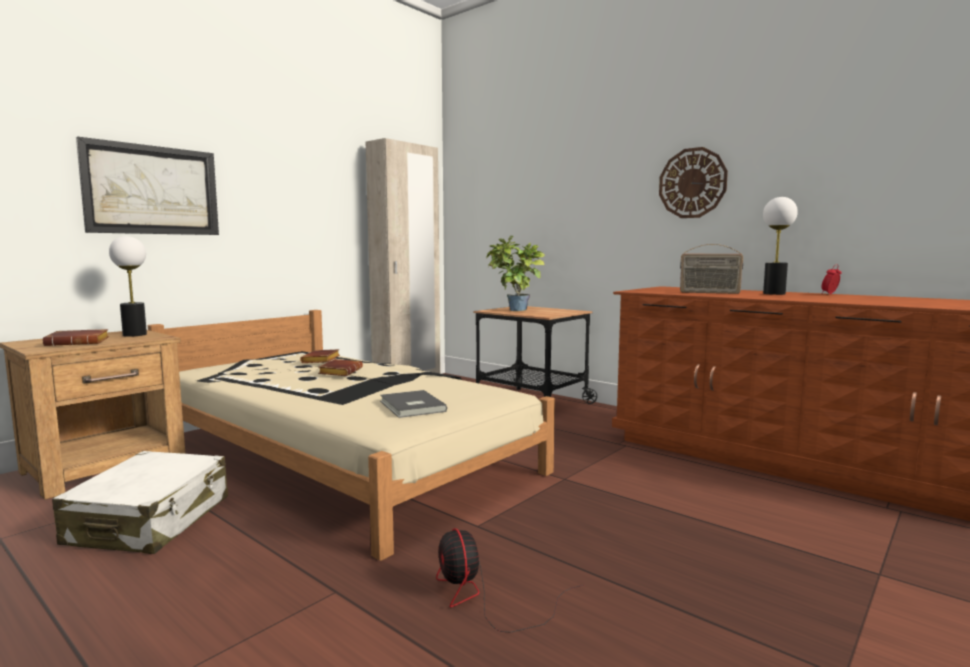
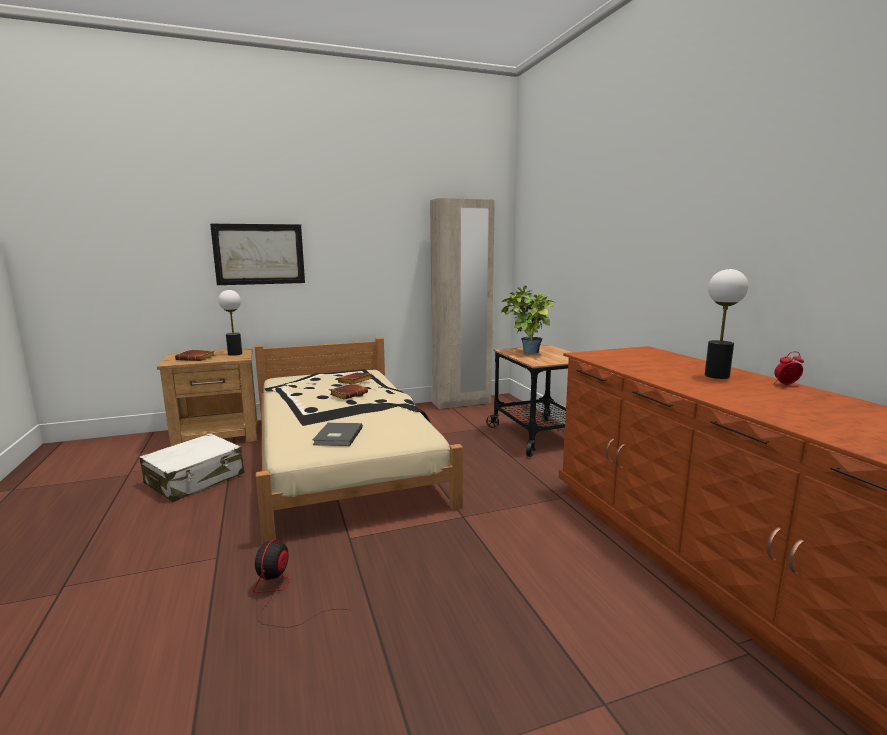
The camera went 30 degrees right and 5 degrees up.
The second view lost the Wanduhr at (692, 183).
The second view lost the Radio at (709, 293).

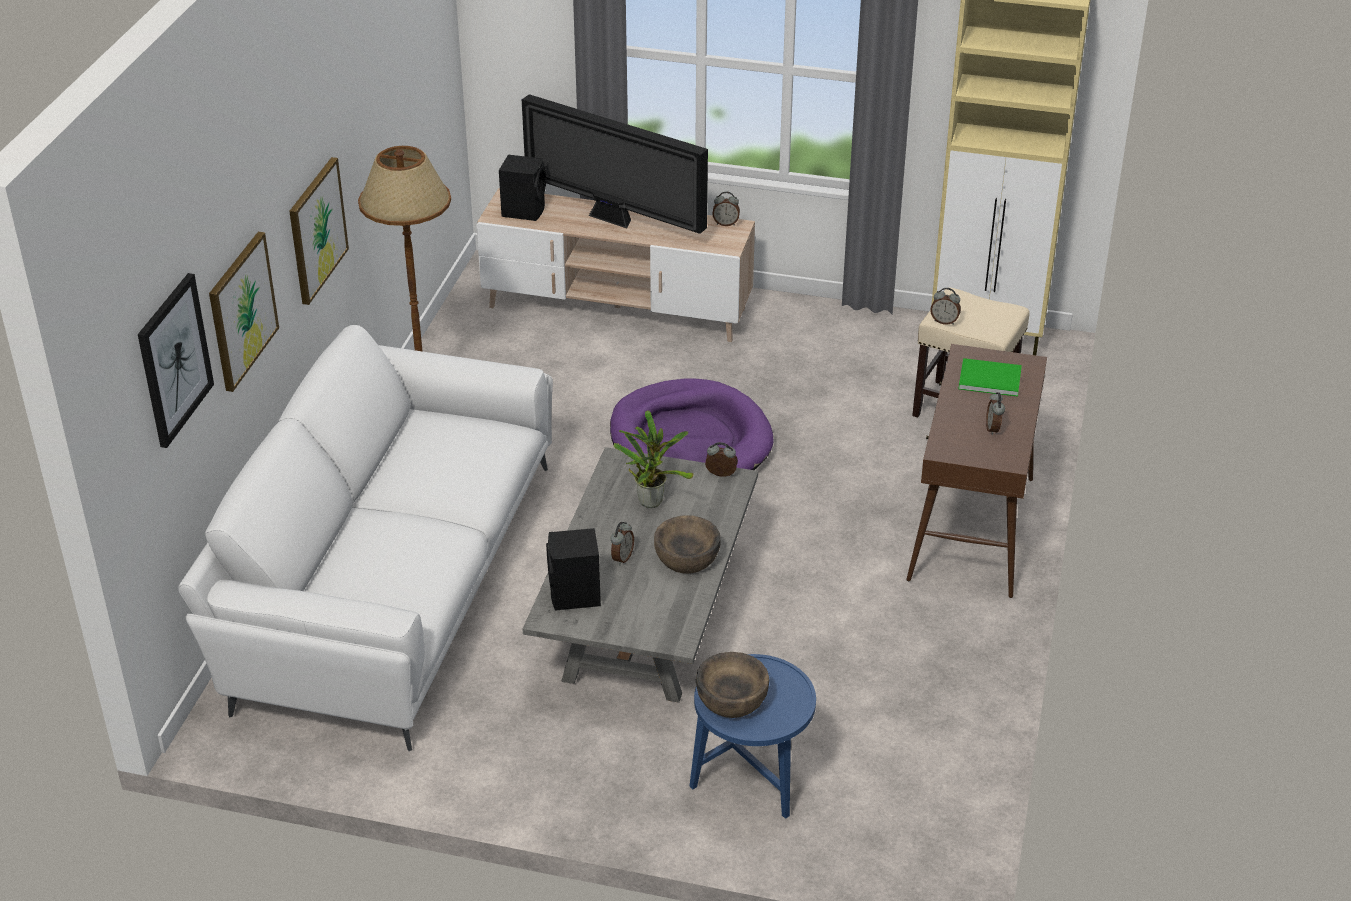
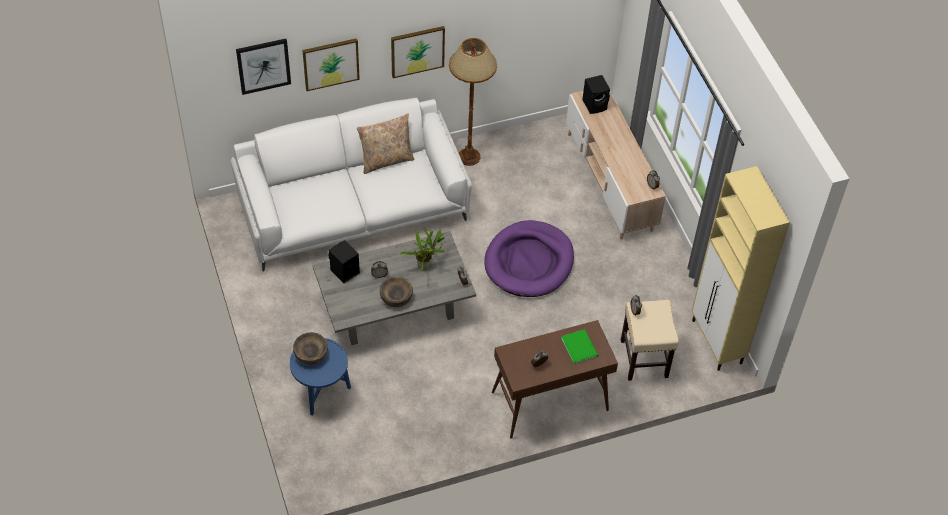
The camera went 55 degrees right and 15 degrees up.
The second view lost the Fernseher at (614, 220).
The second view gained the Kissen [beige] at (386, 160).

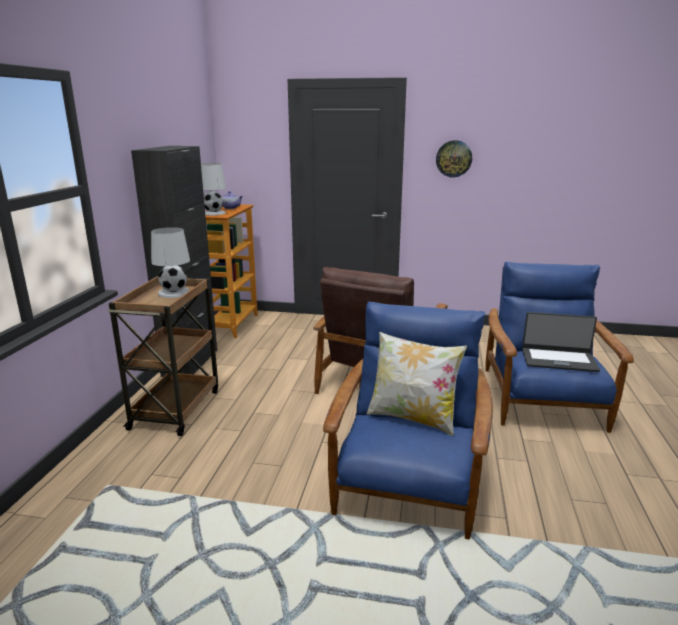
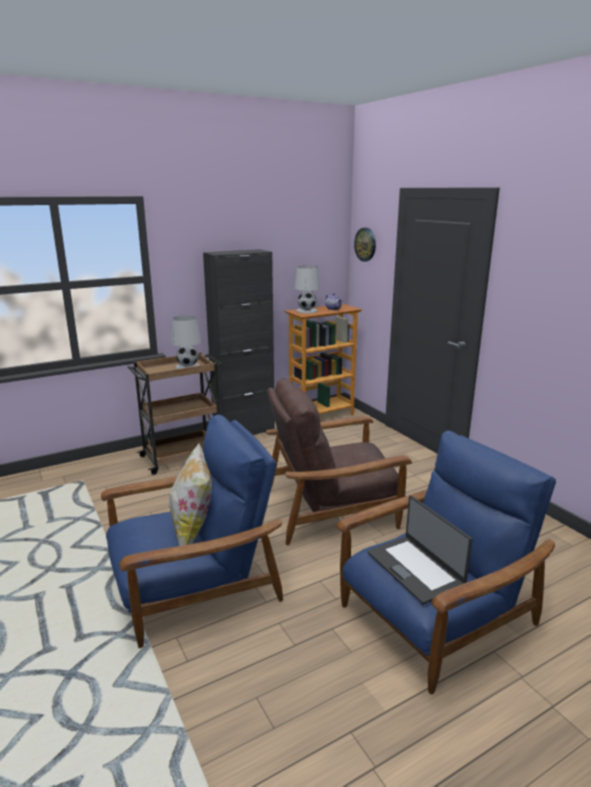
The camera went 50 degrees right and 0 degrees up.
The Wanduhr ended up elsewhere, having gone from (453, 158) to (365, 244).

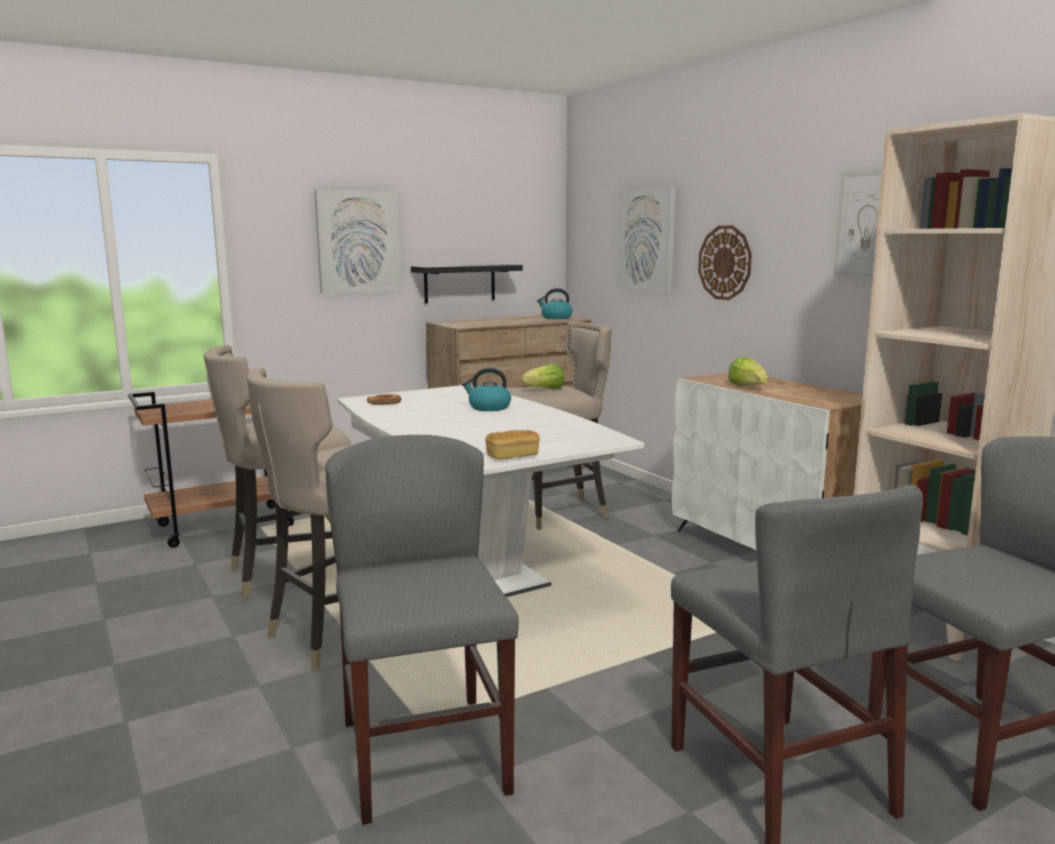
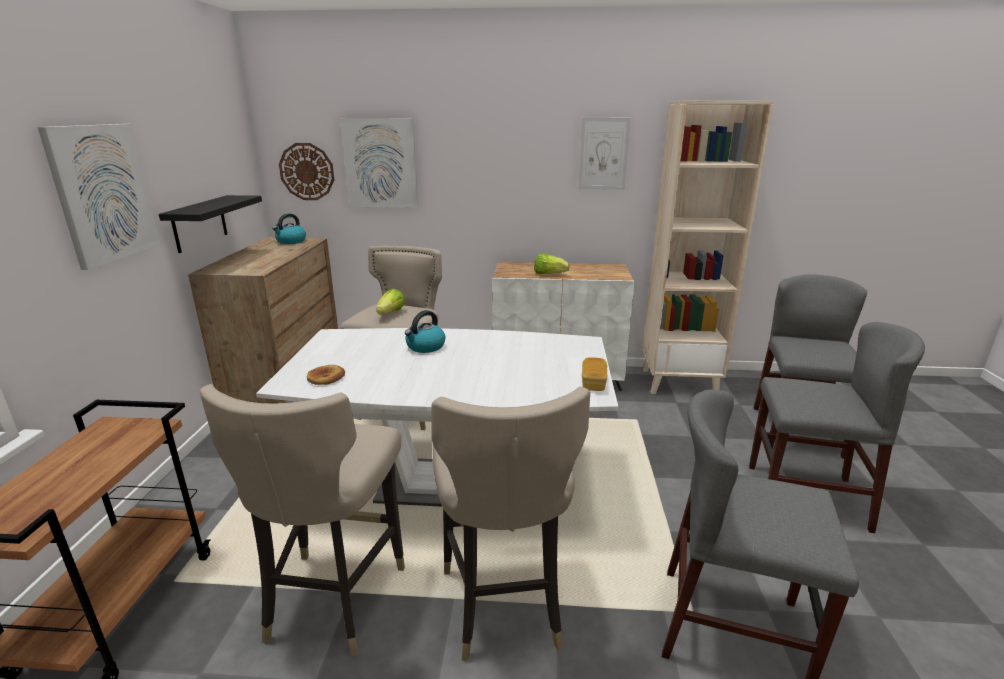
The camera went 55 degrees left and 10 degrees up.
The Wanduhr ended up elsewhere, having gone from (725, 262) to (307, 171).

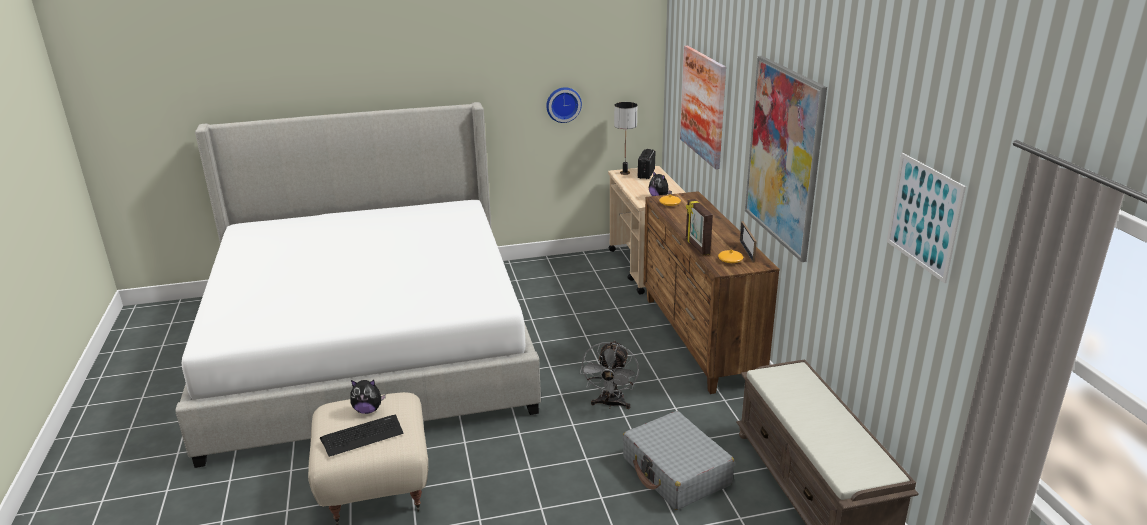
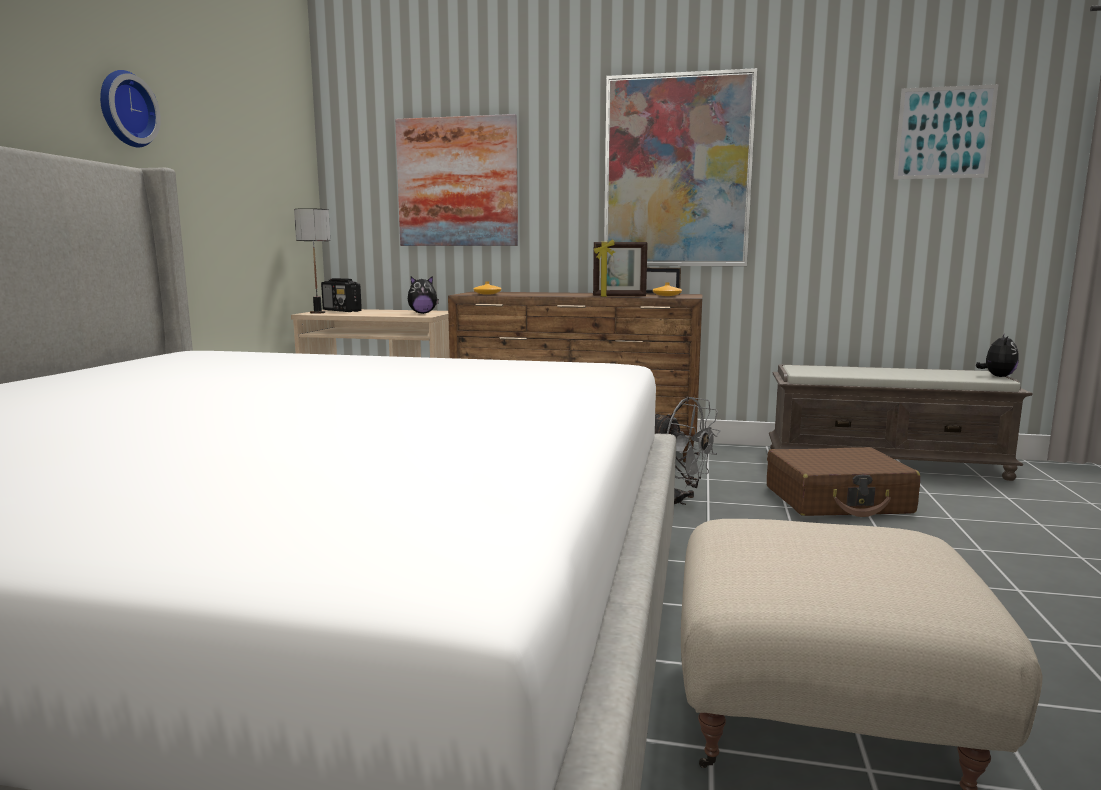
The camera went 65 degrees left and 15 degrees down.
The second view lost the Tastatur at (362, 436).
The Plüschtier ended up elsewhere, having gone from (368, 410) to (997, 376).
The Wanduhr ended up elsewhere, having gone from (563, 104) to (124, 109).
What was the Koffer [grau] at (676, 472) turned into the Koffer [braun] at (838, 500).

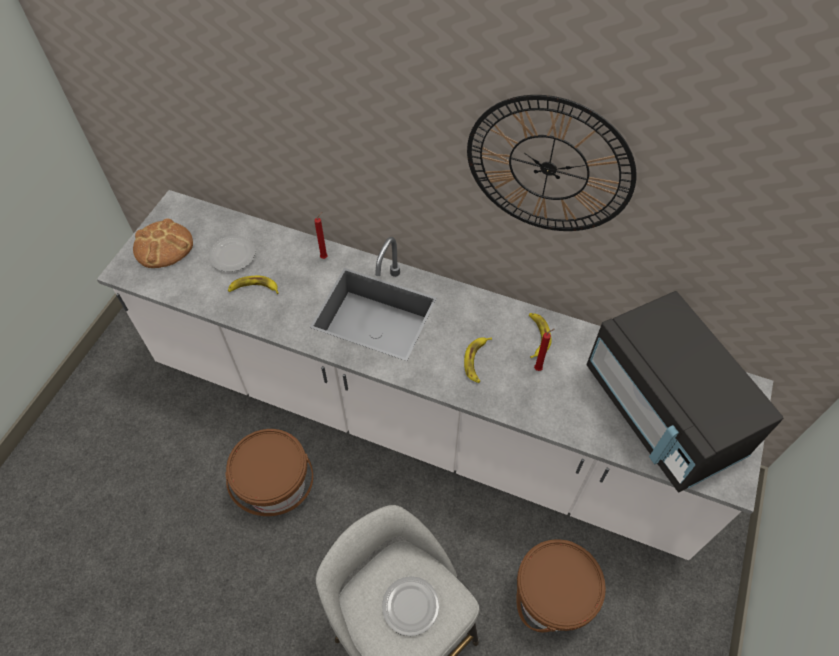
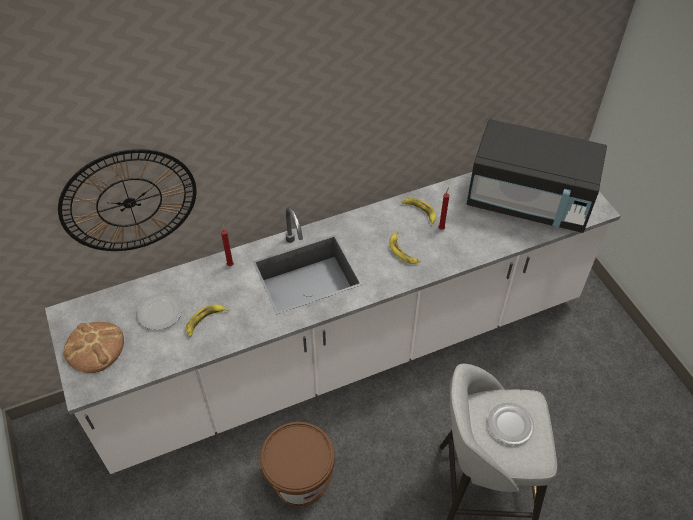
The camera went 45 degrees left and 5 degrees down.
The second view lost the Eimer [braun] at (551, 598).
The Wanduhr ended up elsewhere, having gone from (548, 168) to (129, 202).

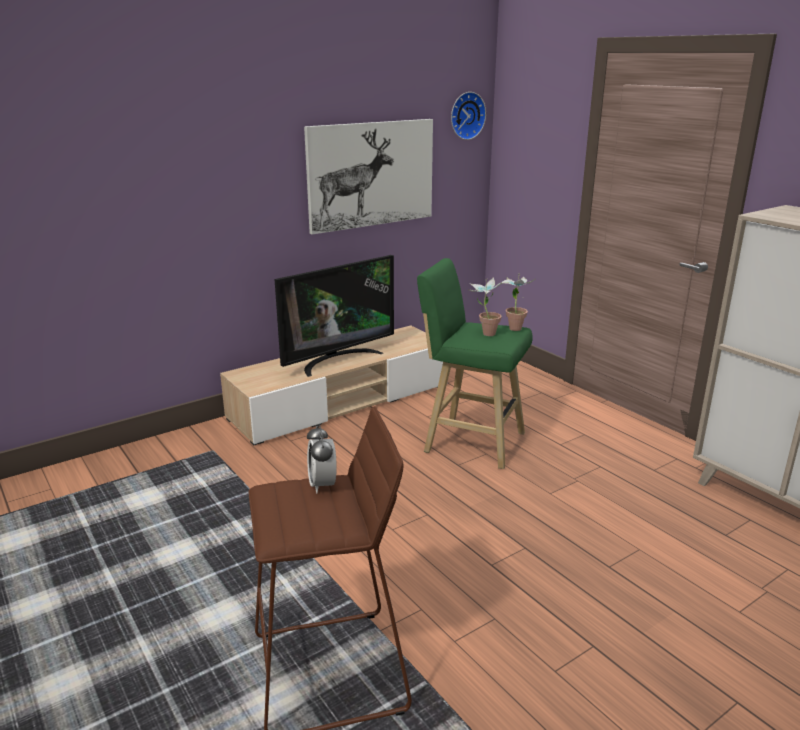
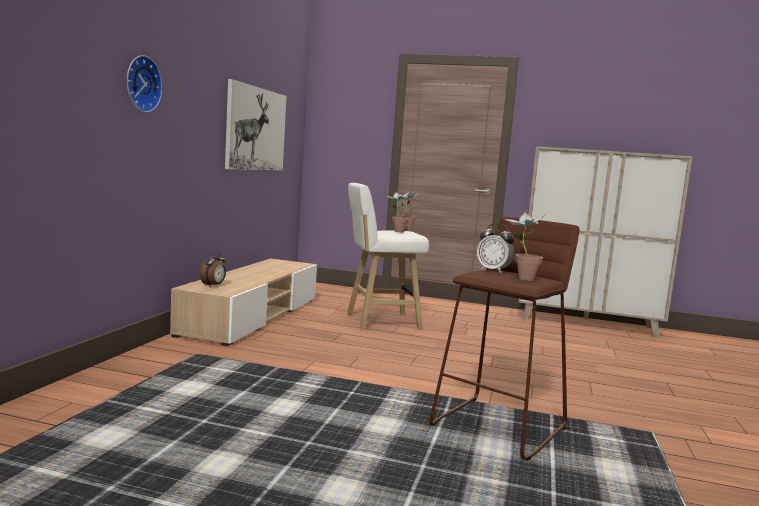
The camera went 40 degrees left and 15 degrees down.
The second view lost the Fernseher at (337, 359).
The second view gained the Wecker at (213, 285).
The second view gained the Topfpflanze at (520, 279).
The Wanduhr ended up elsewhere, having gone from (466, 115) to (141, 84).
What was the Hocker [grün] at (470, 441) turned into the Hocker [weiß] at (379, 321).

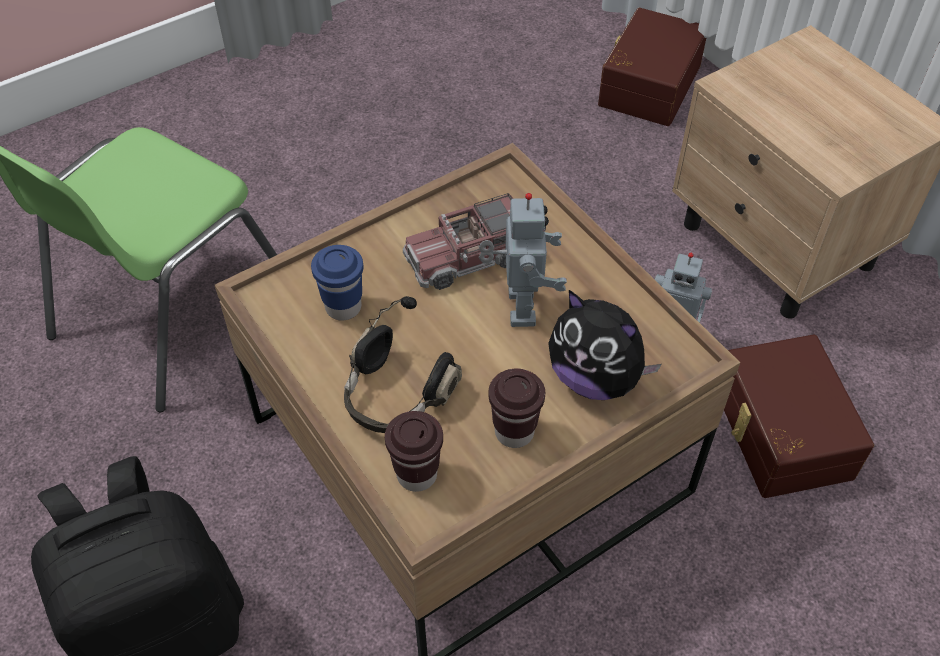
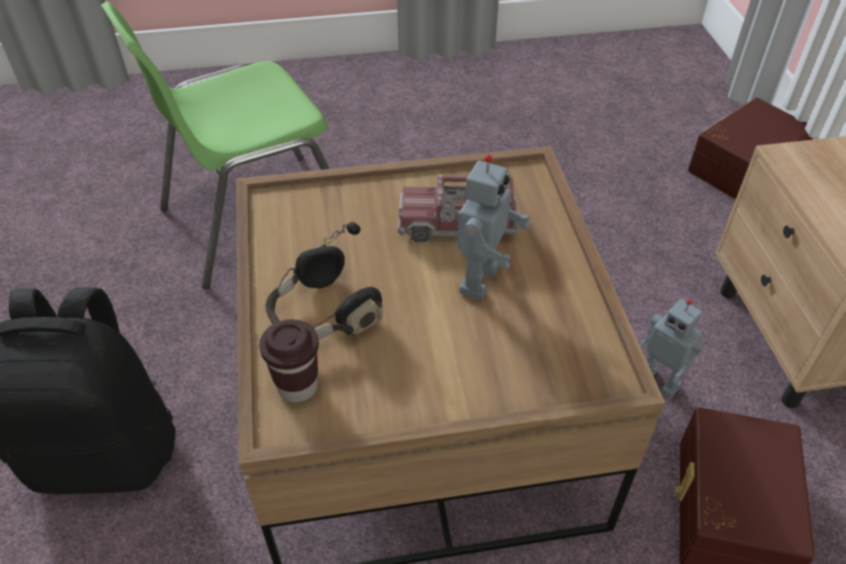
The camera went 25 degrees right and 5 degrees down.
The second view lost the Tasse [blau] at (343, 307).
The second view lost the Tasse [braun] at (514, 432).
The second view lost the Plüschtier at (595, 378).

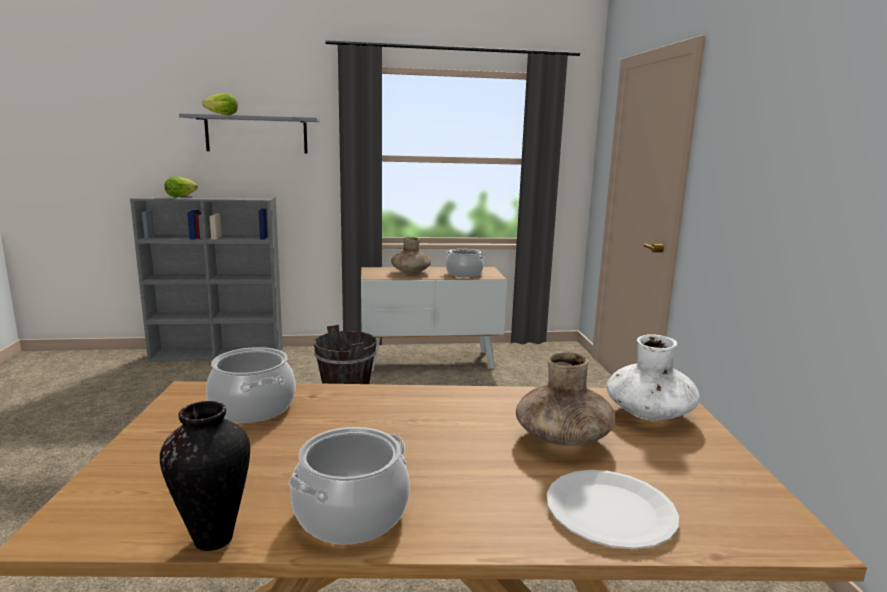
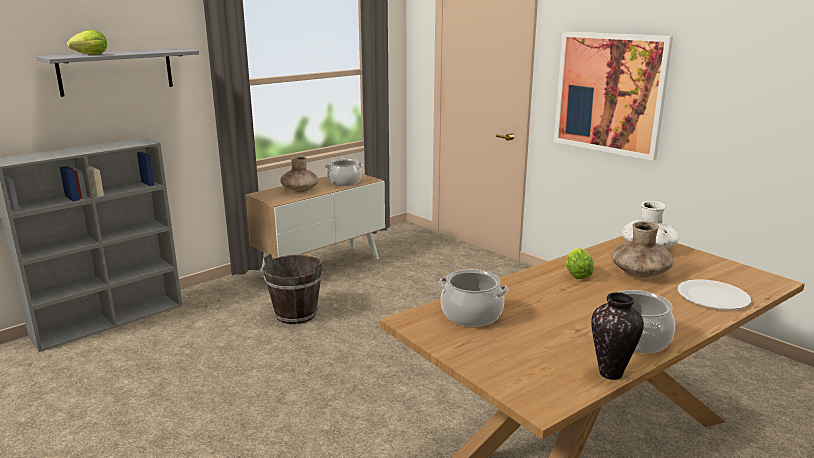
The camera went 35 degrees left and 5 degrees up.
The second view gained the Bild at (609, 93).
The Salatkopf ended up elsewhere, having gone from (182, 196) to (577, 274).

